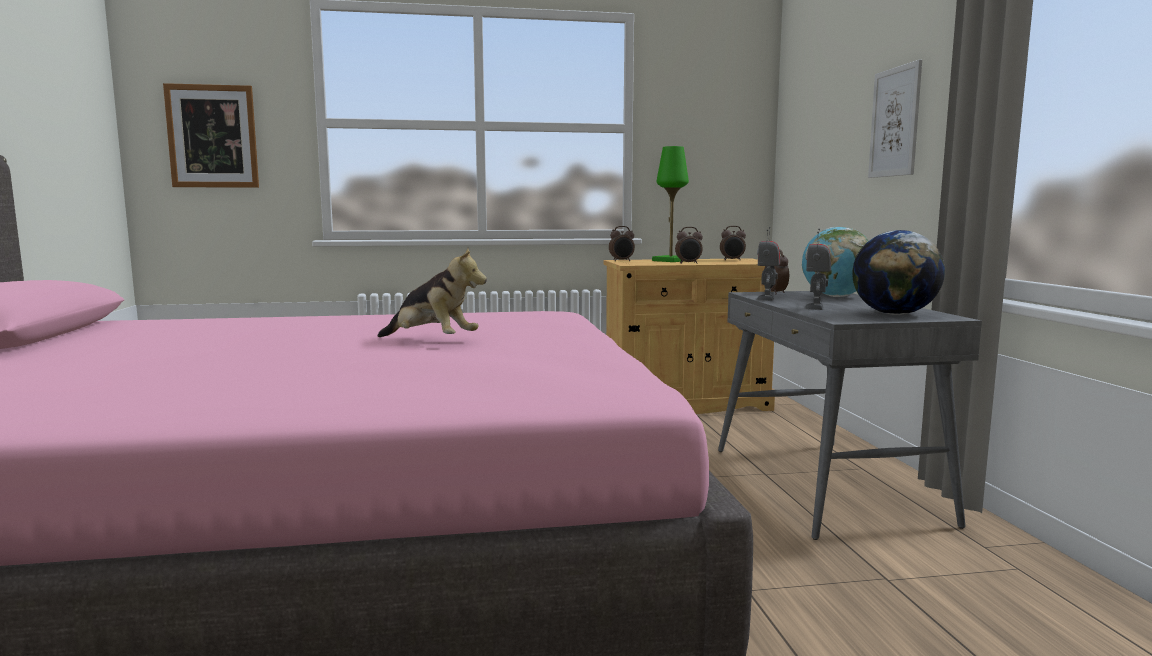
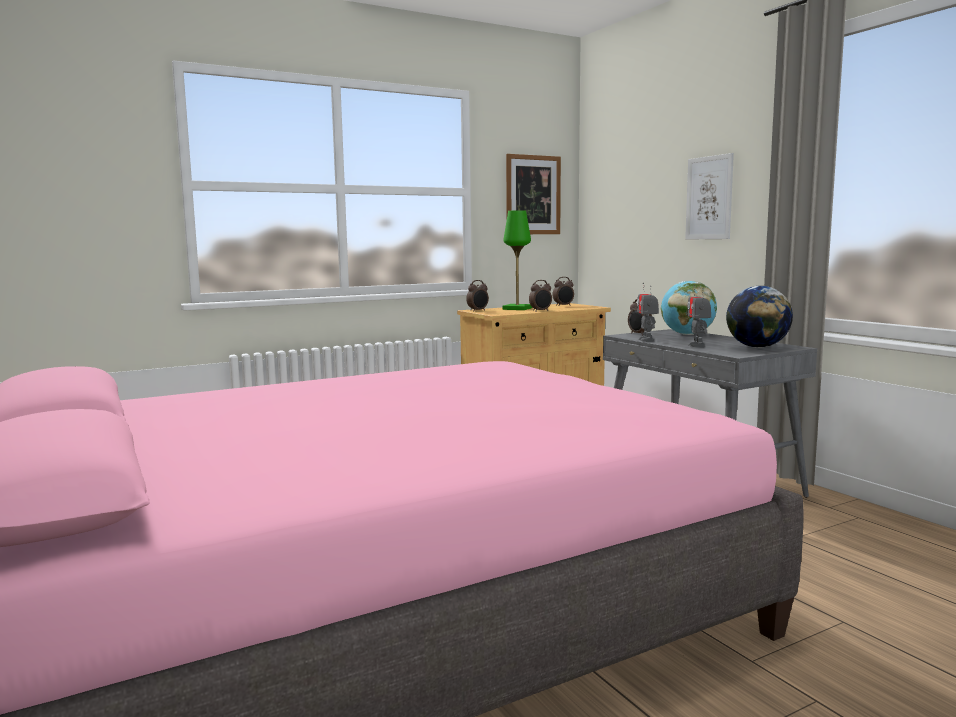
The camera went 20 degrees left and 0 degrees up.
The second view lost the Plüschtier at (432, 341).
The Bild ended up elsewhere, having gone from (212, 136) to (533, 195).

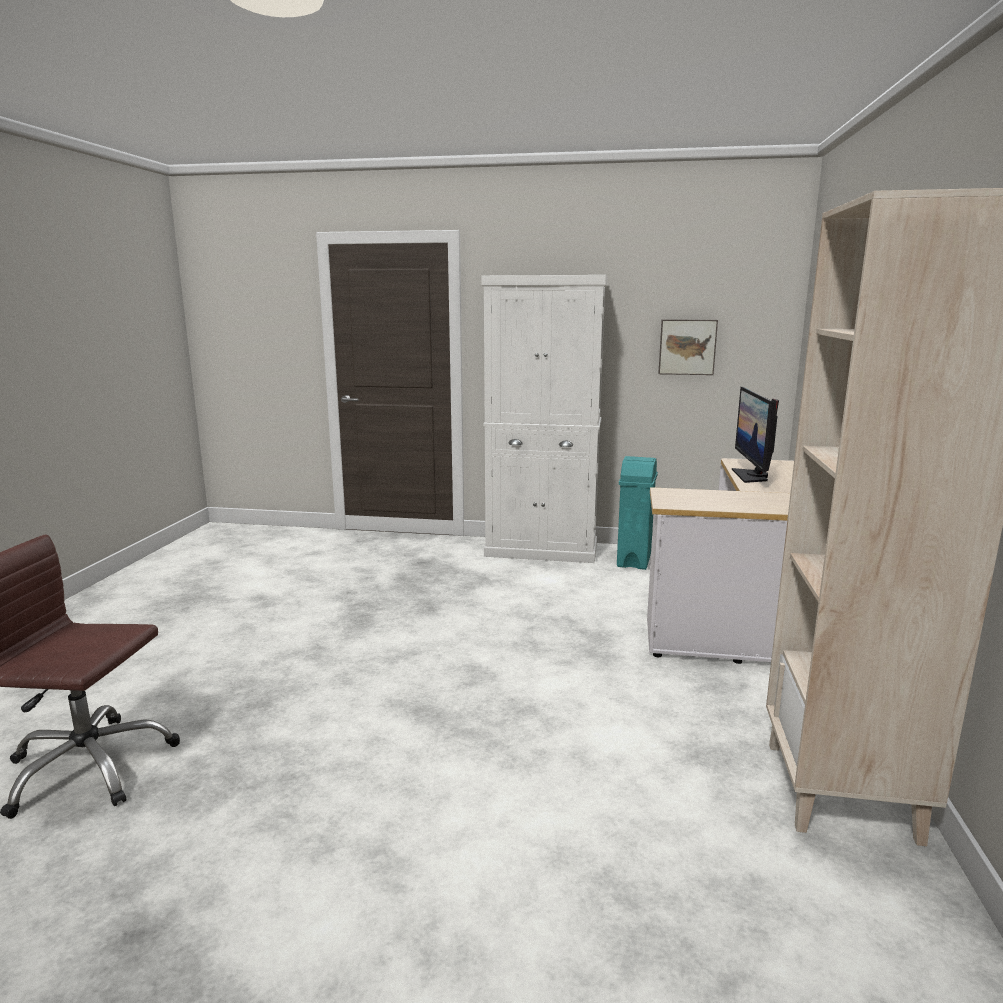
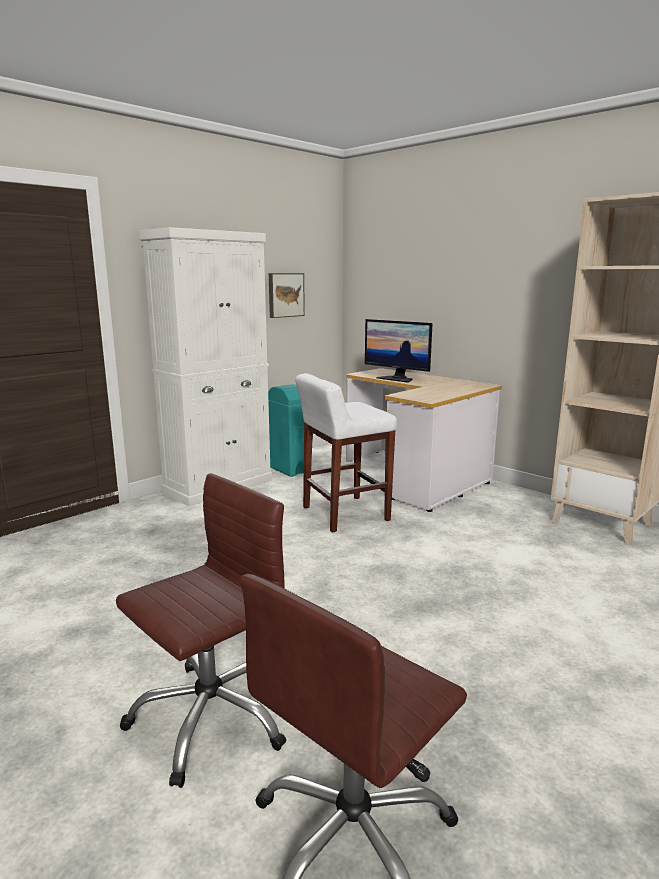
The camera went 55 degrees left and 0 degrees up.
The second view gained the Bürostuhl [braun] at (210, 716).
The second view gained the Hocker [weiß] at (344, 514).

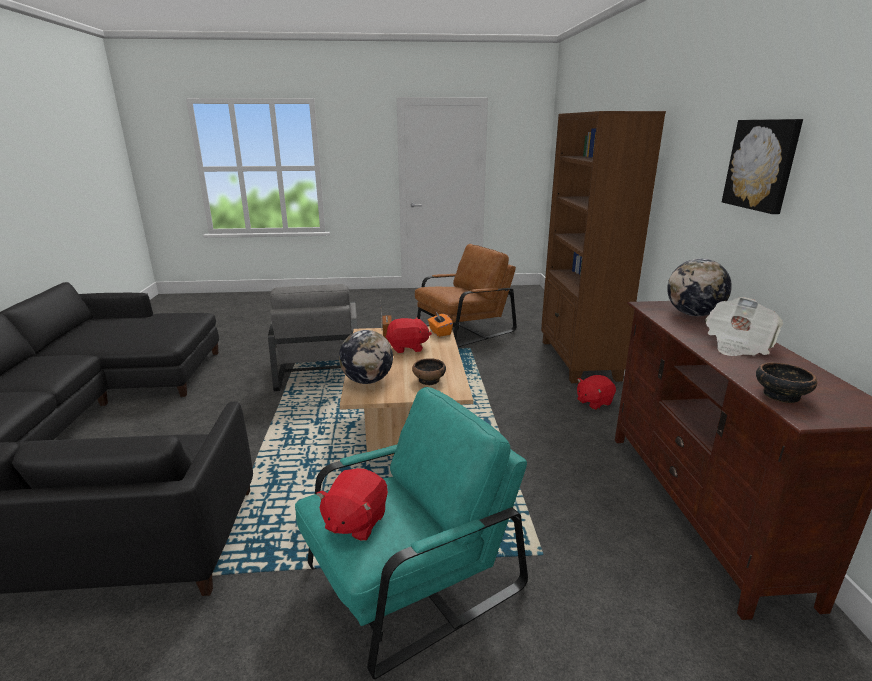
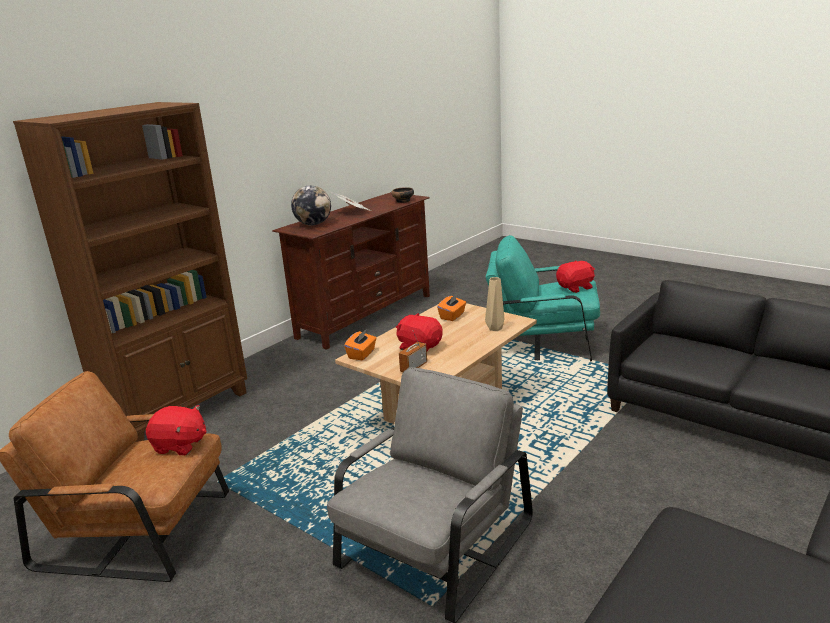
The camera went 135 degrees left and 0 degrees up.
The second view lost the Bild at (762, 165).
The Plüschtier [rot] ended up elsewhere, having gone from (593, 402) to (180, 445).
Where the Globus stood at (367, 381), the Vase [beige] came to stand at (496, 329).
Where the Schüssel stood at (429, 380), the Taschentuchbox [orange] came to stand at (452, 316).

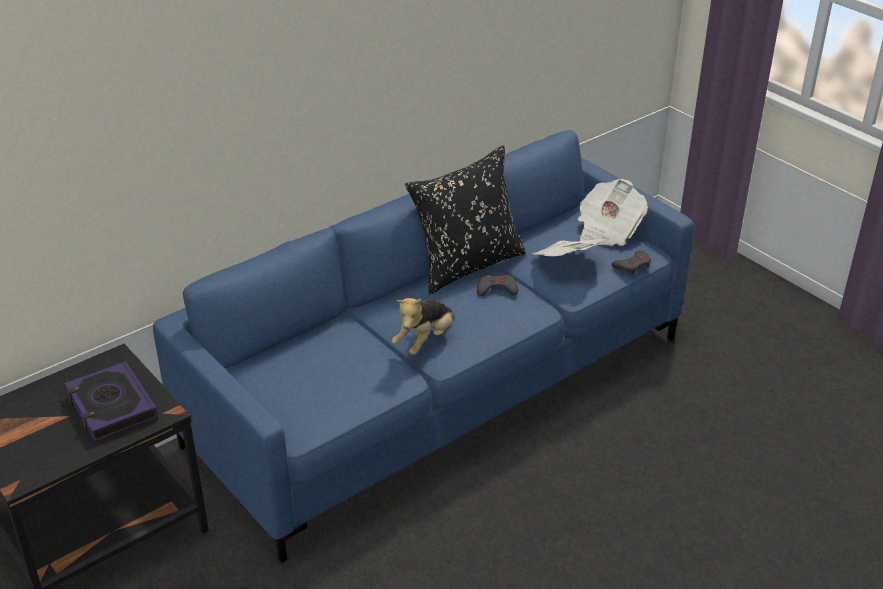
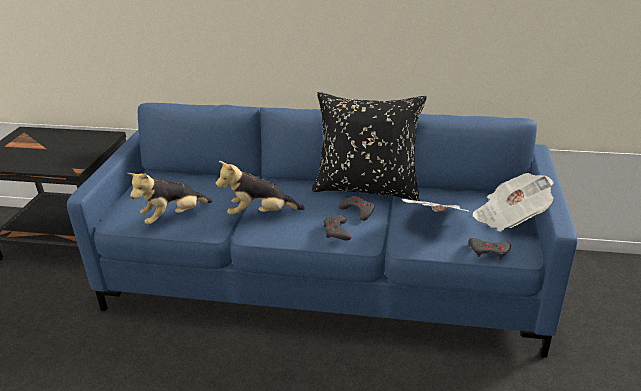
The camera went 50 degrees right and 5 degrees down.
The second view lost the Buch at (111, 407).
The second view gained the Plüschtier at (173, 217).
The second view gained the Gamepad [grau] at (337, 231).

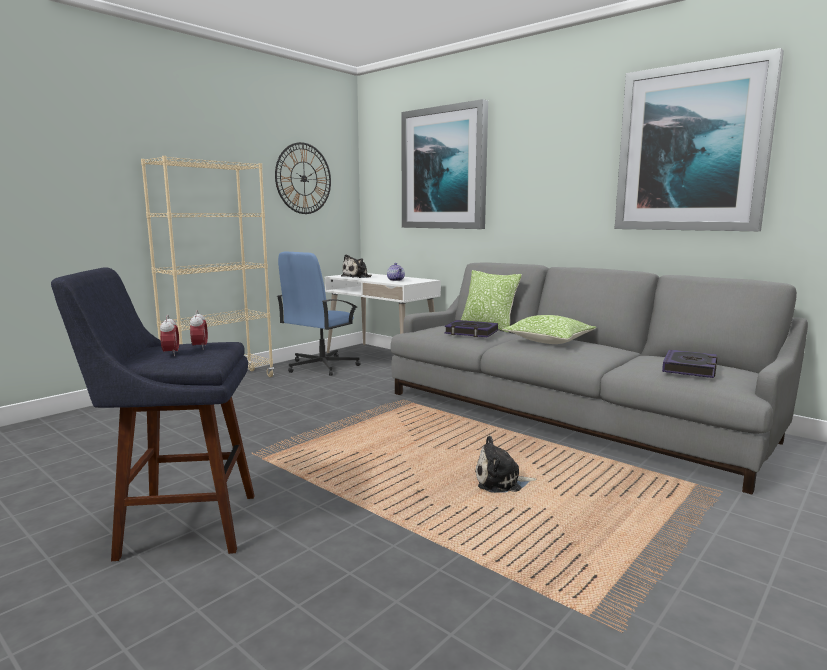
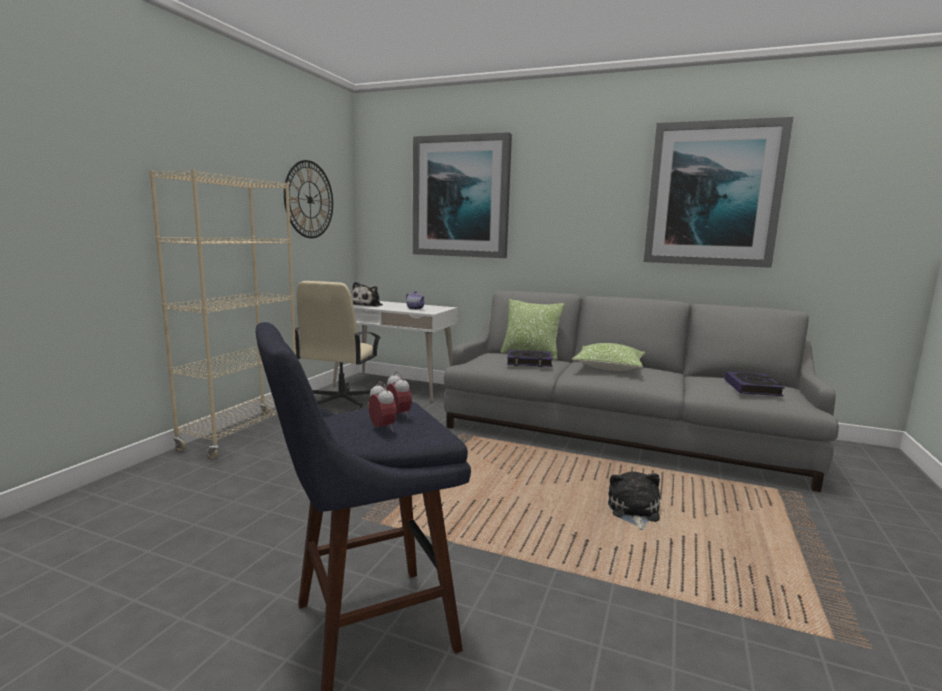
The camera went 20 degrees left and 0 degrees up.
What was the Bürostuhl [blau] at (321, 366) turned into the Bürostuhl [beige] at (340, 402).
The Plüschtier at (501, 482) ended up facing another way, 120 degrees clockwise from before.

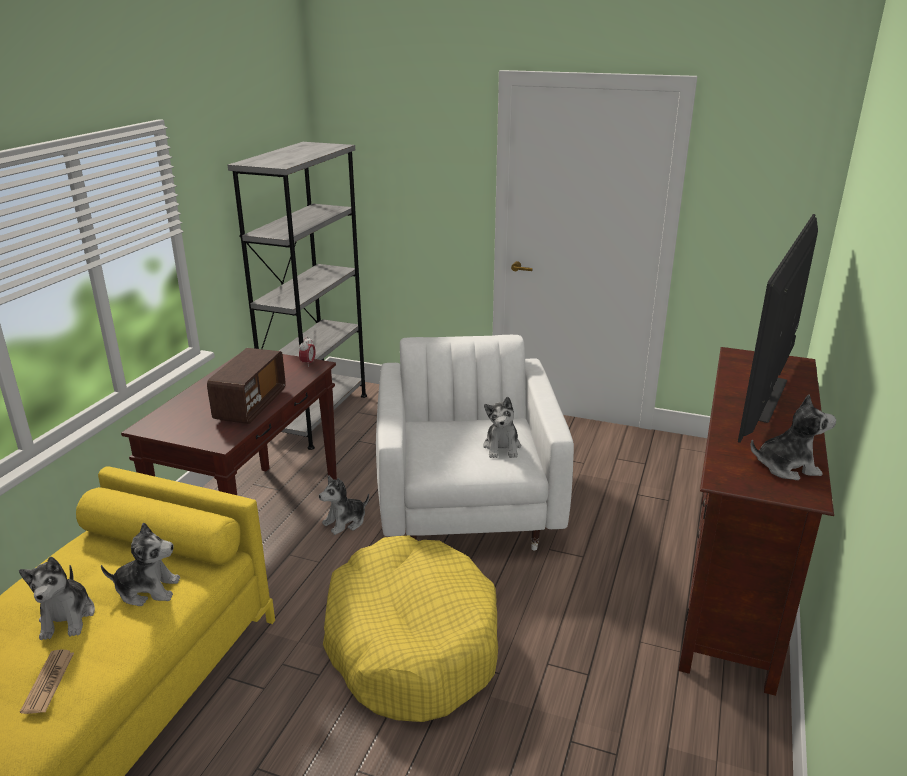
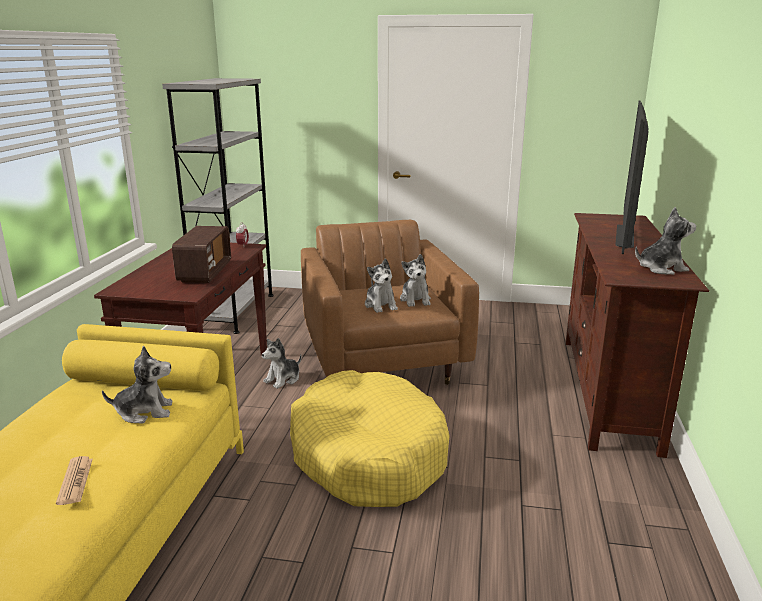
The camera went 10 degrees left and 5 degrees down.
The Plüschtier ended up elsewhere, having gone from (67, 617) to (381, 305).
What was the Sessel [weiß] at (467, 505) turned into the Sessel [braun] at (382, 360).

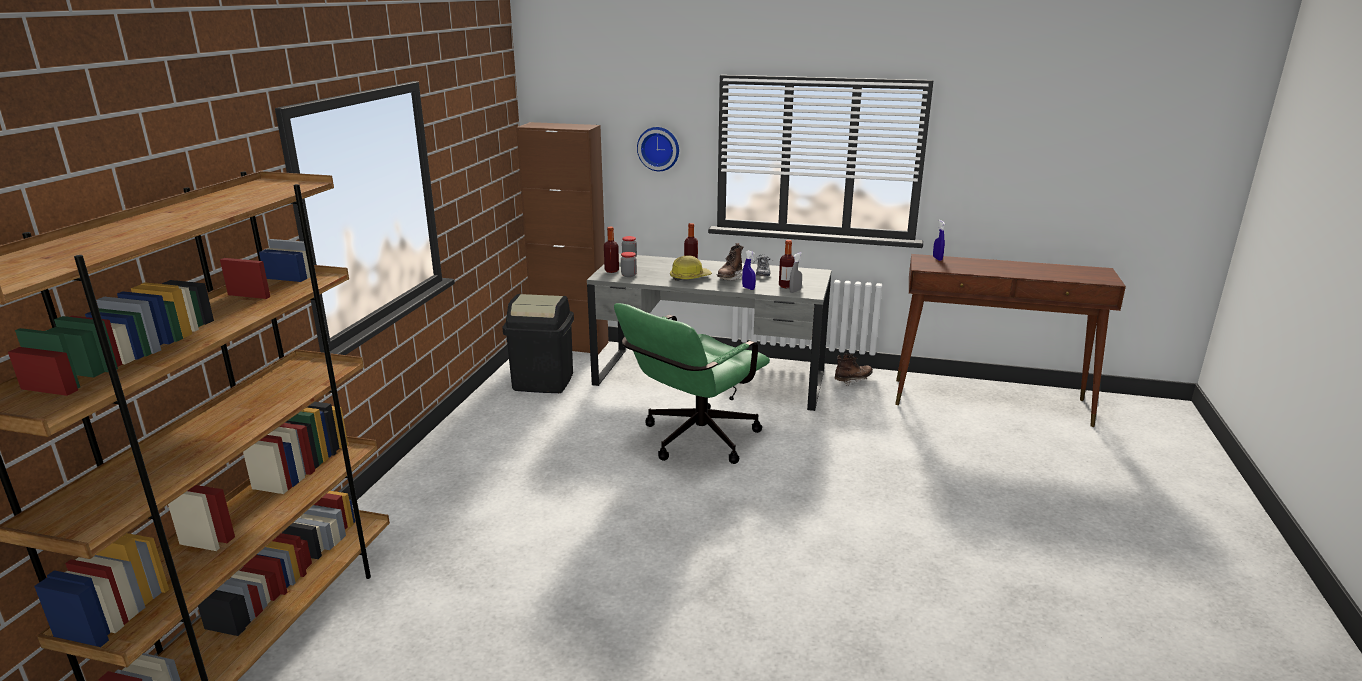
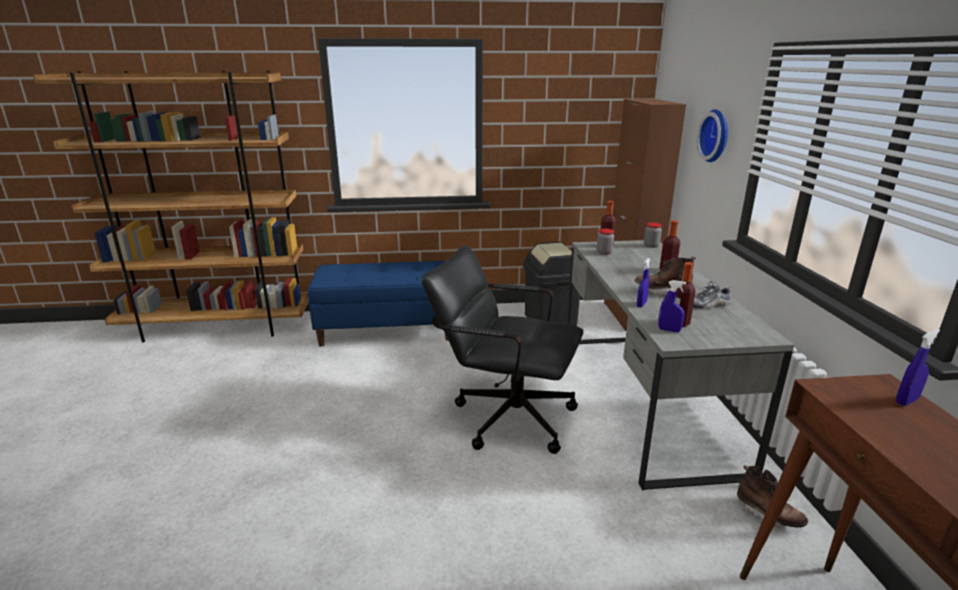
The camera went 70 degrees right and 0 degrees up.
The second view lost the Schutzhelm at (689, 277).
The second view gained the Bank [blau] at (387, 330).
What was the Bürostuhl [grün] at (693, 441) turned into the Bürostuhl [schwarz] at (504, 415).
What was the Sprühflasche [grau] at (795, 291) turned into the Sprühflasche [blau] at (669, 330).

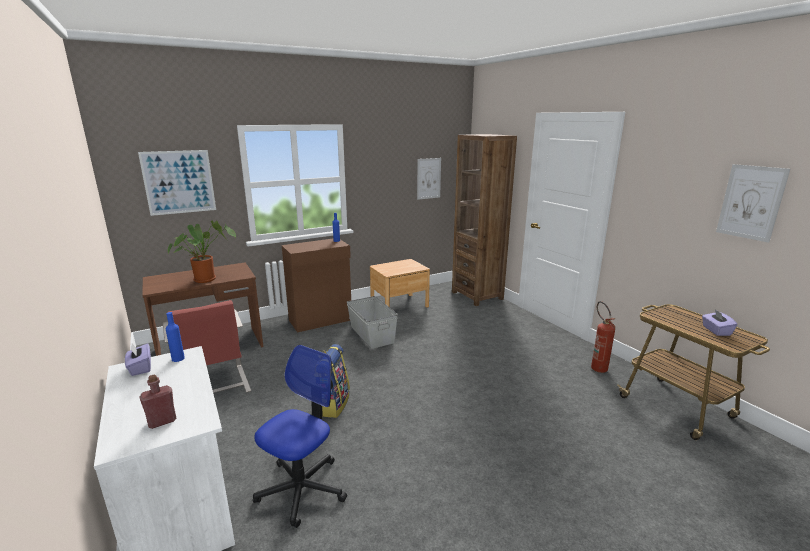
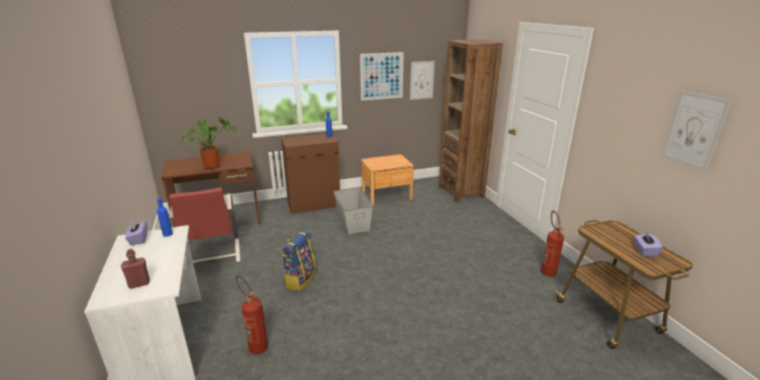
The camera went 10 degrees right and 5 degrees up.
The Bild ended up elsewhere, having gone from (179, 182) to (381, 76).
Where the Bürostuhl stood at (302, 489), the Feuerlöscher came to stand at (255, 345).

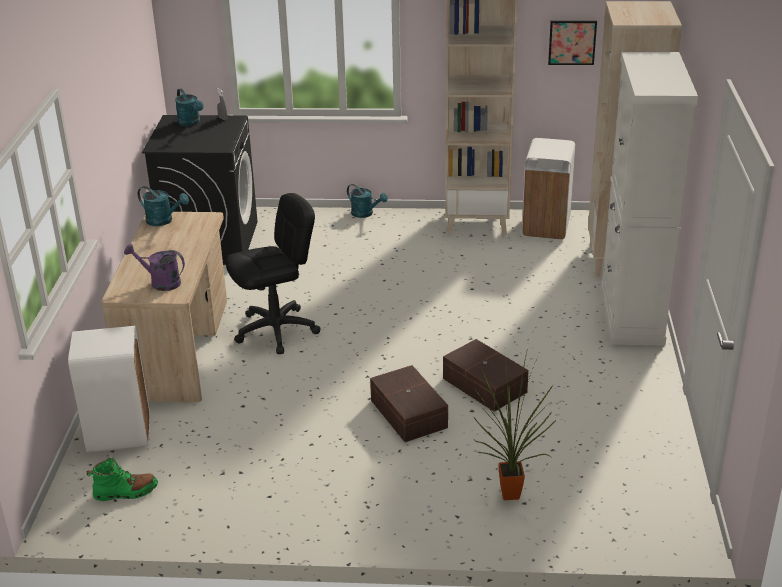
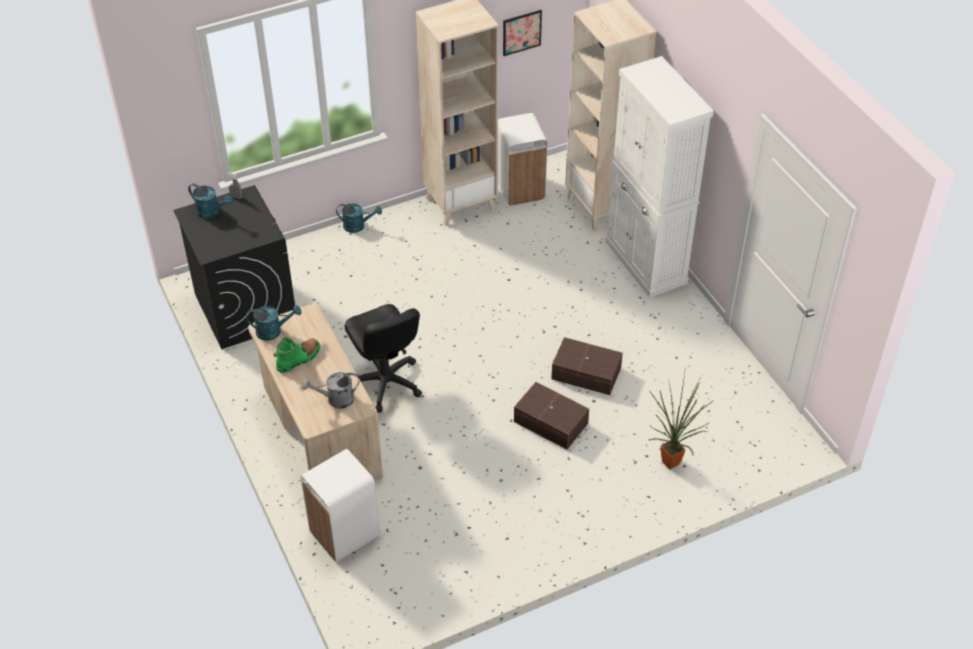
The camera went 30 degrees left and 15 degrees up.
The Stiefel [grün] ended up elsewhere, having gone from (125, 492) to (298, 359).
What was the Gießkanne [lila] at (160, 282) turned into the Gießkanne [grau] at (335, 400).
The Bürostuhl [schwarz] at (276, 330) ended up facing another way, 120 degrees clockwise from before.

